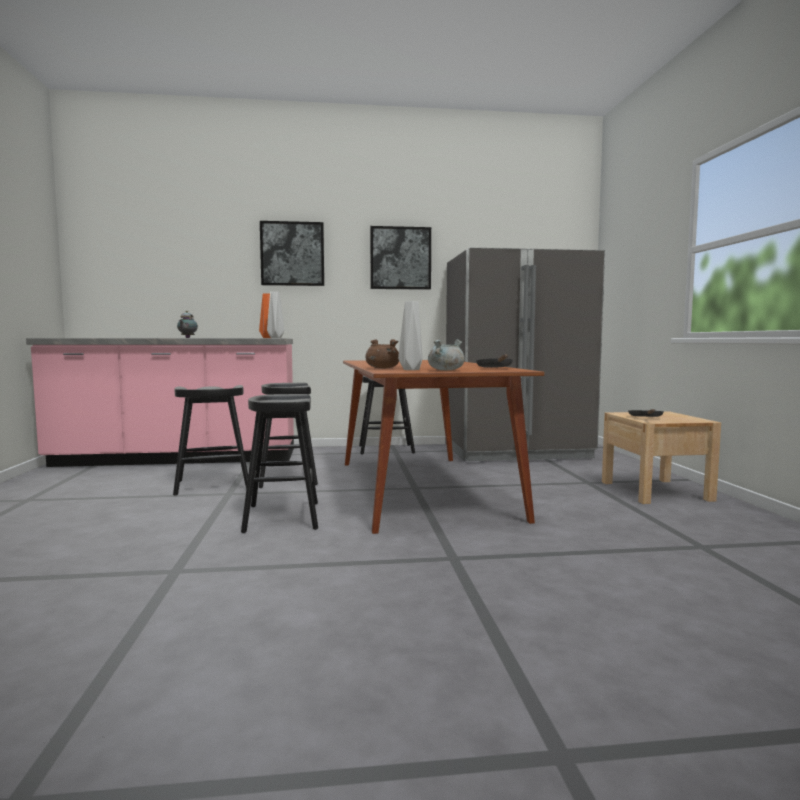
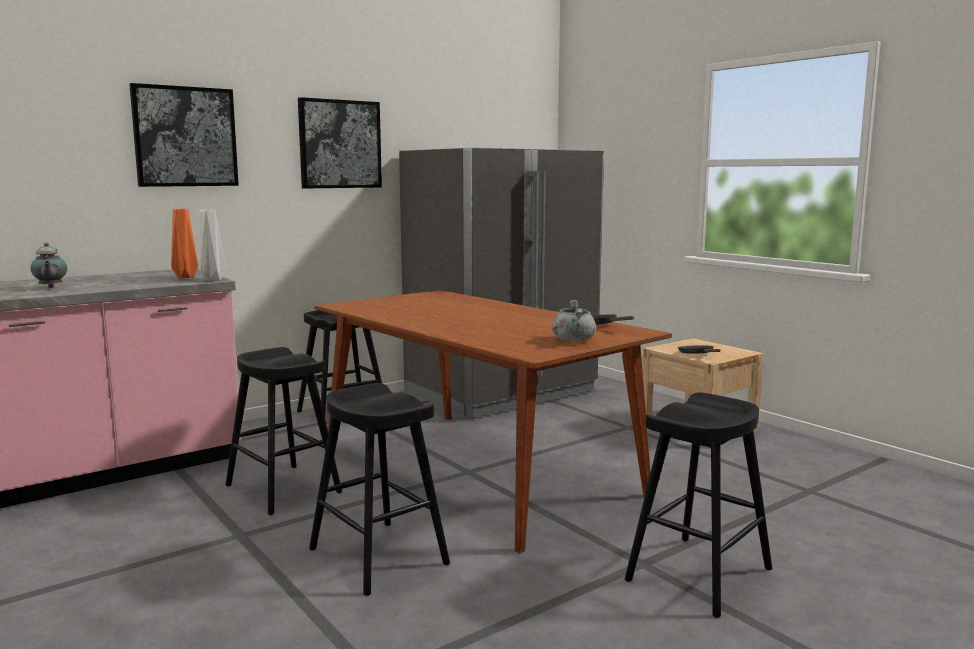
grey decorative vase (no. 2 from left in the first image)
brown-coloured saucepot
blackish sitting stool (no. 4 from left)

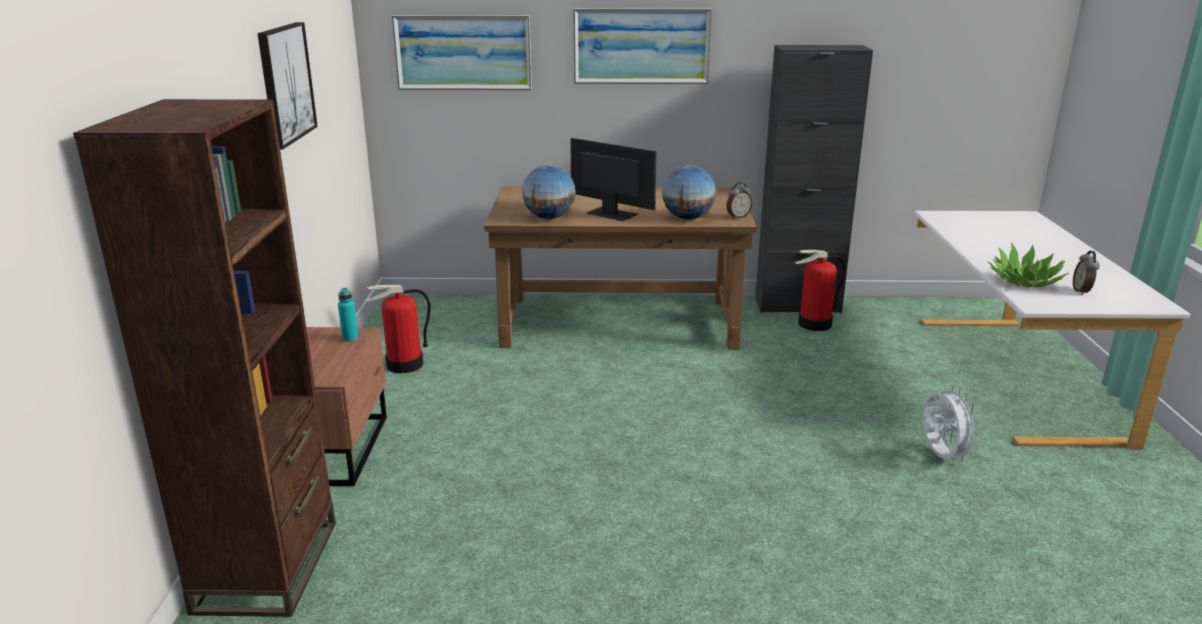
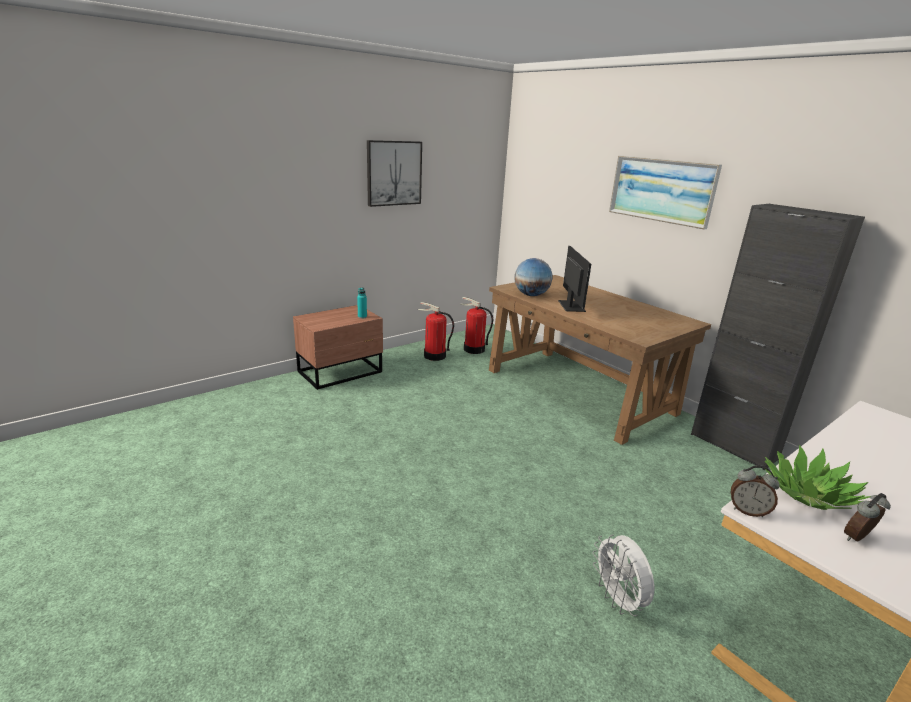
picture (no. 2 from left in the first image)
brown-coloured bookshelf
world globe (no. 2 from left in the first image)
alarm clock (no. 1 from left)
fire-fighting cylinder (no. 2 from left)
whitish cooling fan

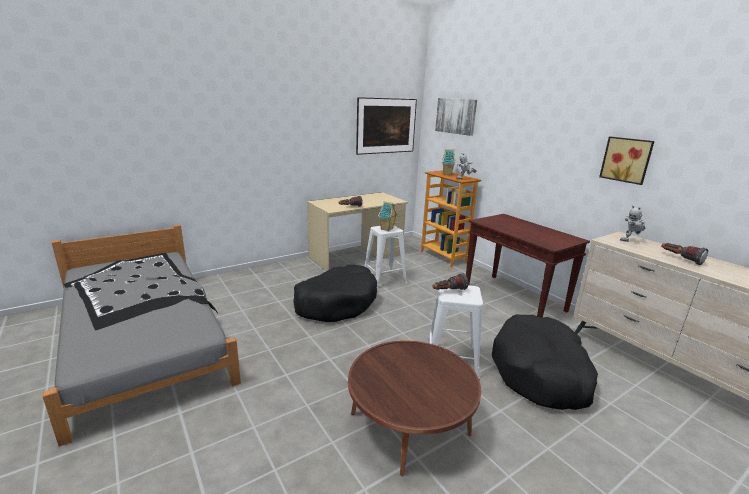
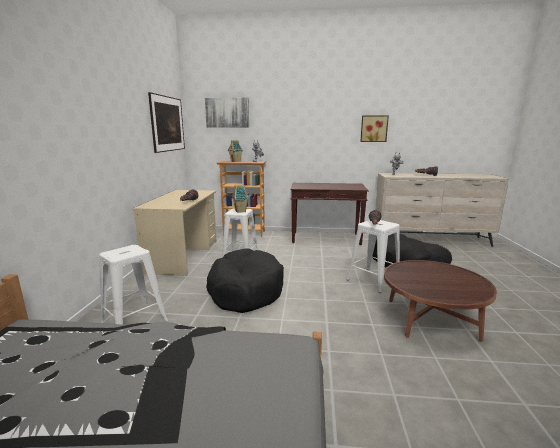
whitish sitting stool (no. 1 from left)

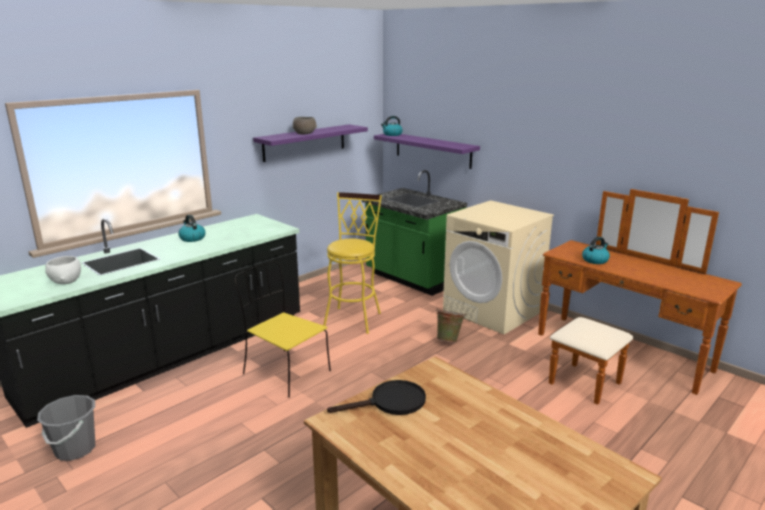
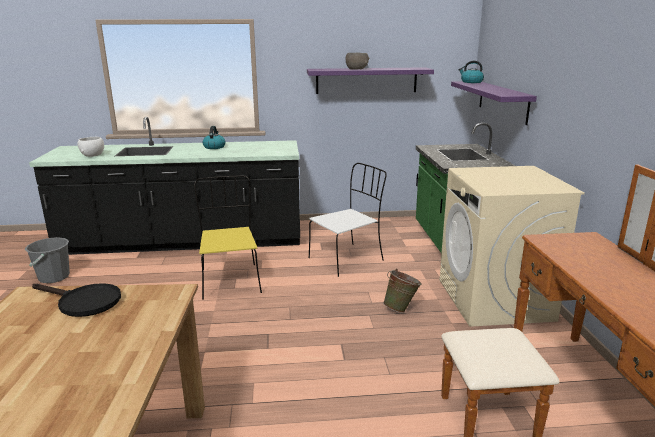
whitish chair
tea kettle (no. 3 from left in the first image)

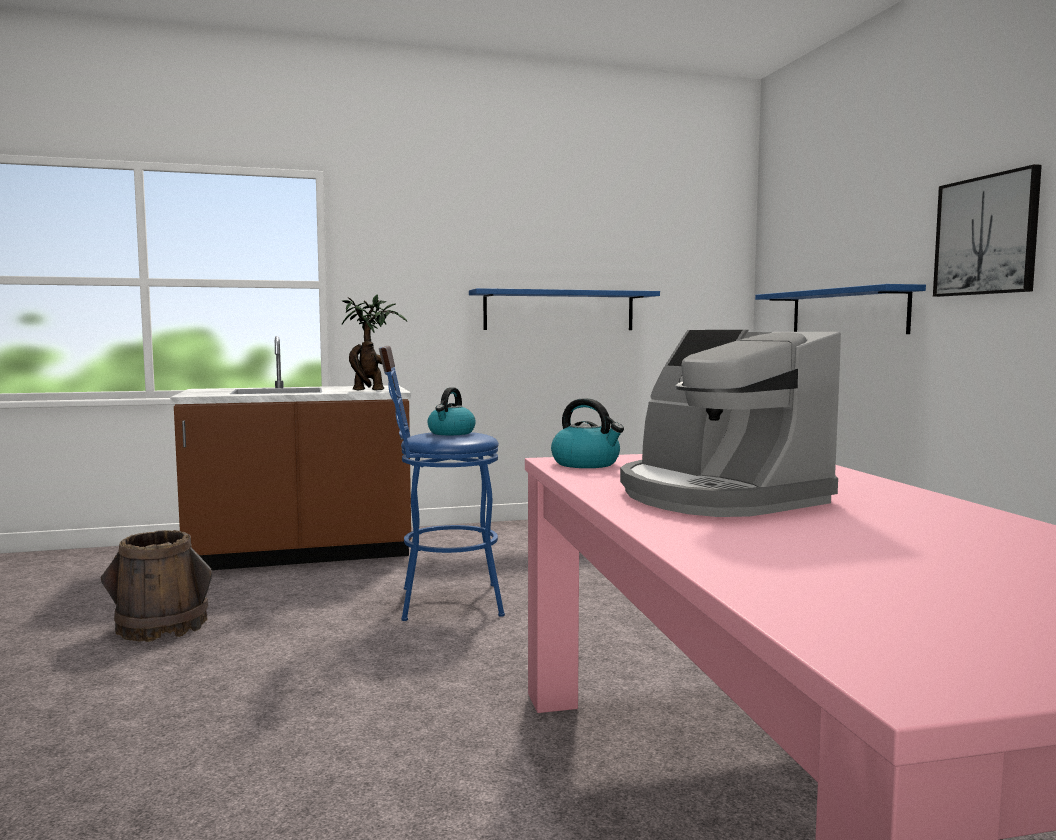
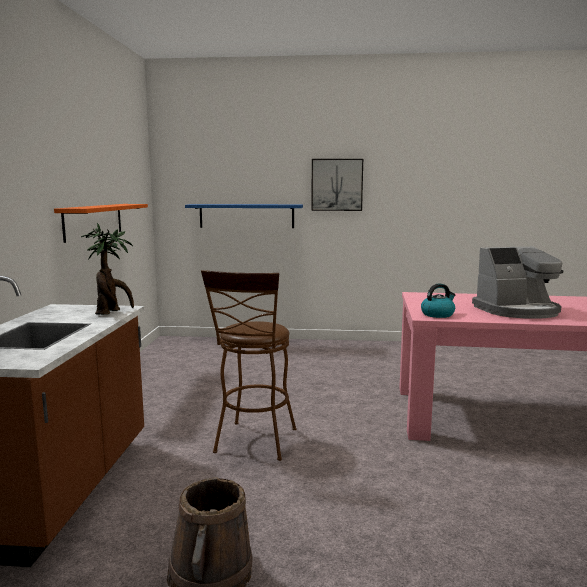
orange shelf
brown-coloured sitting stool
tea kettle (no. 1 from left in the first image)

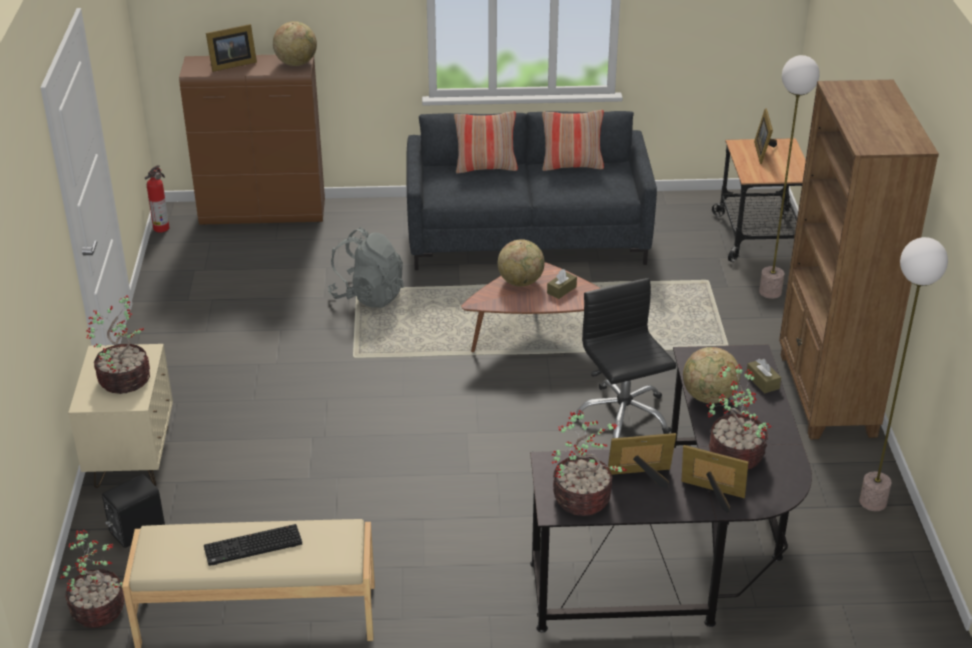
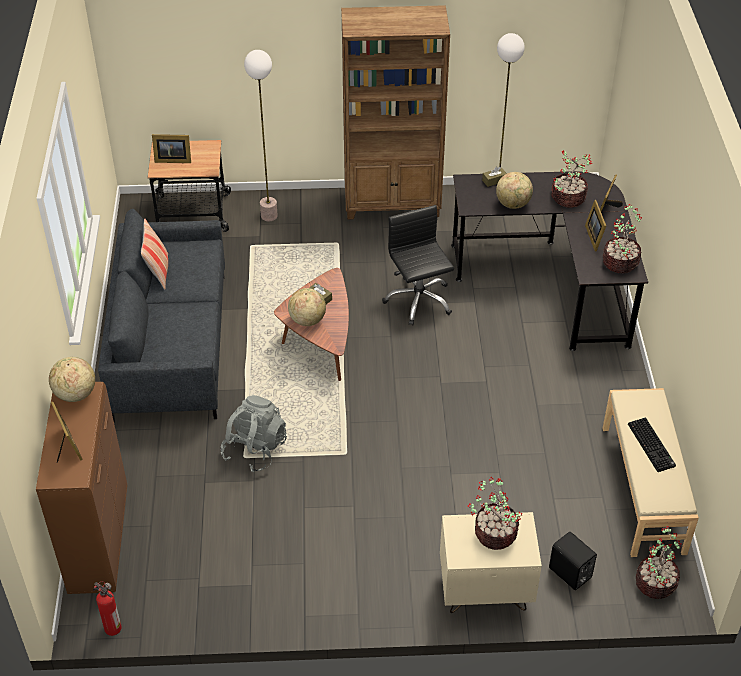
throw pillow (no. 1 from left in the first image)
blackish computer chair

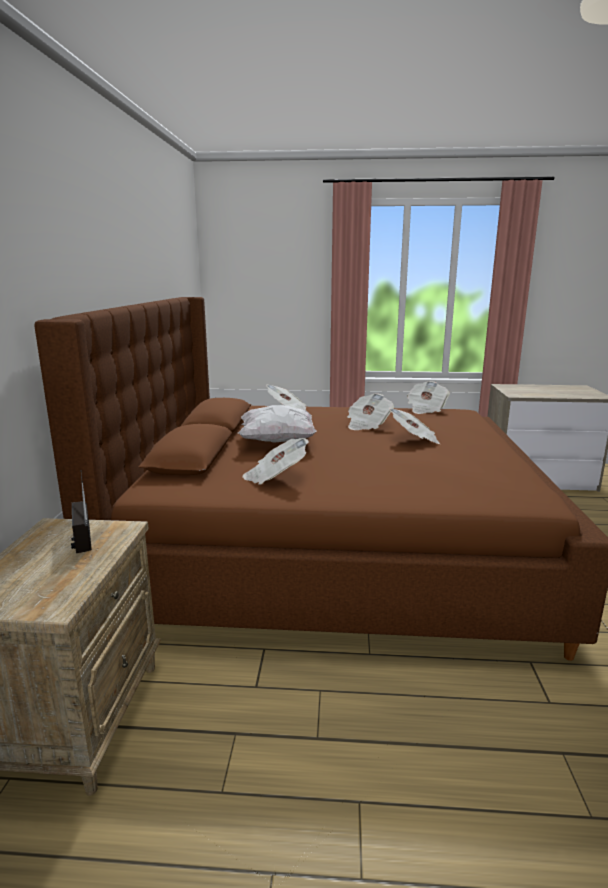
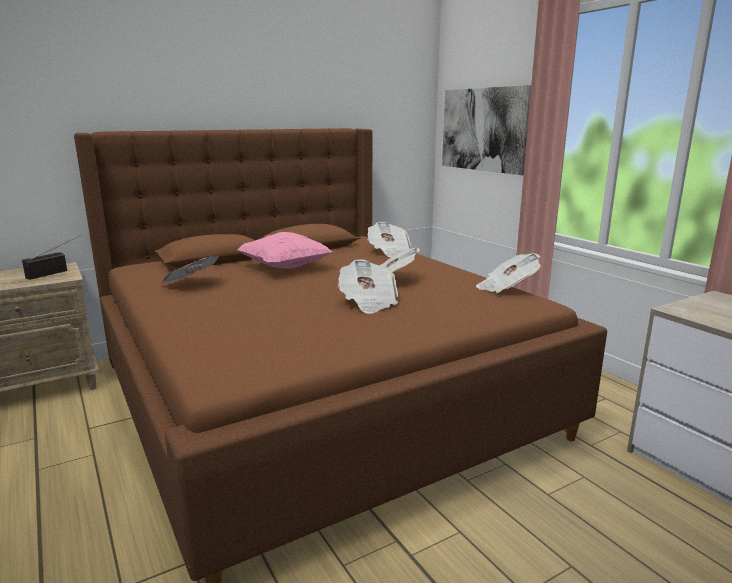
pinkish throw pillow
picture

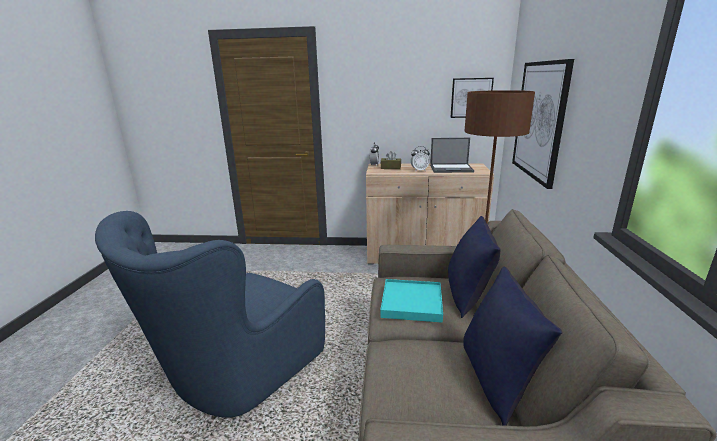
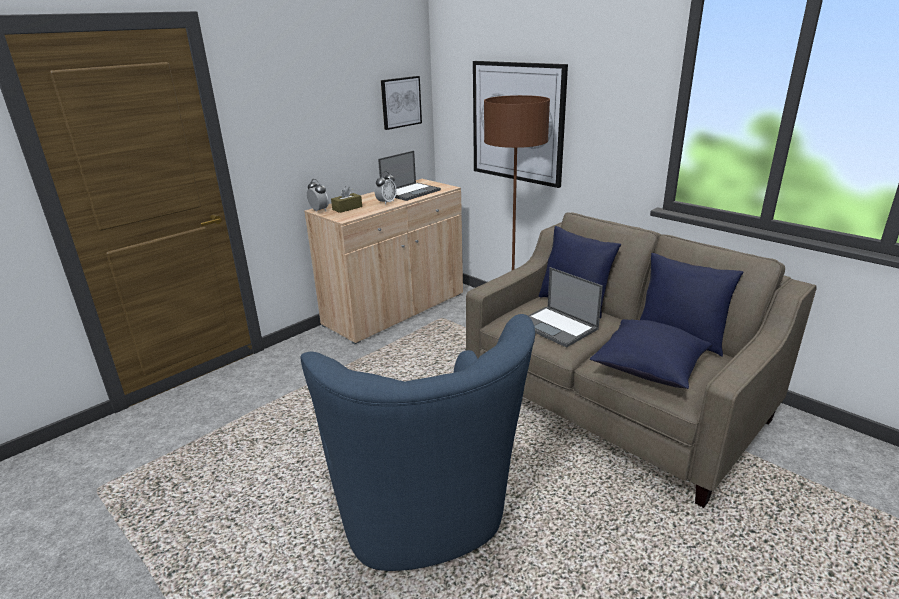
portable computer (no. 2 from left)
bluish throw pillow (no. 2 from left)

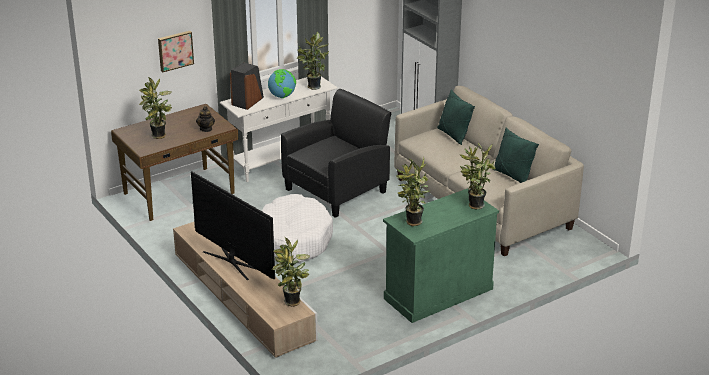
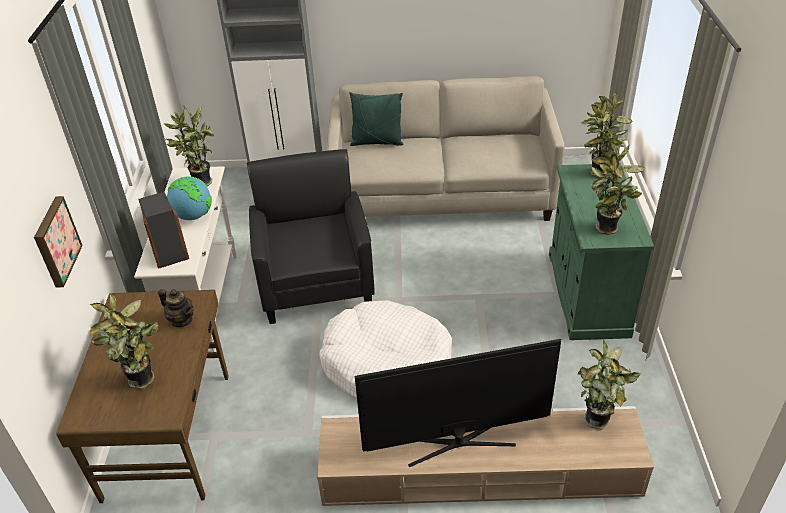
green-coloured throw pillow (no. 2 from left in the first image)

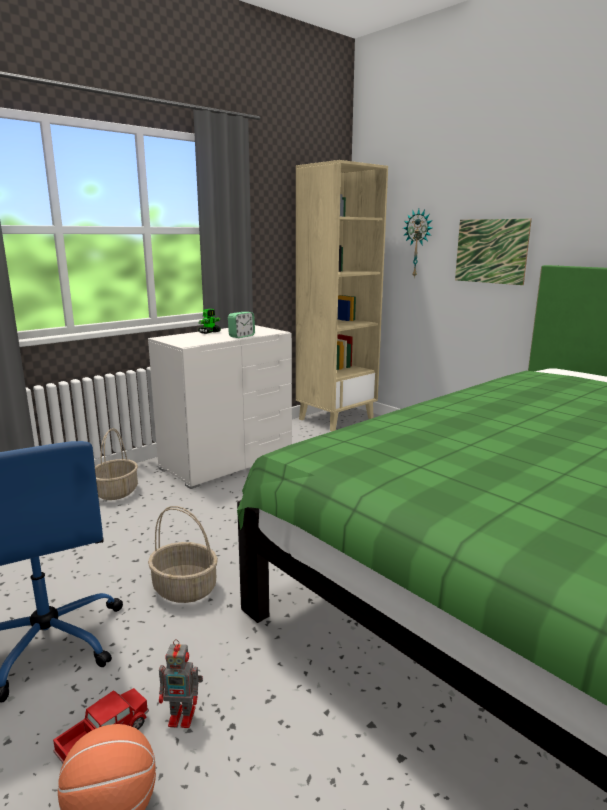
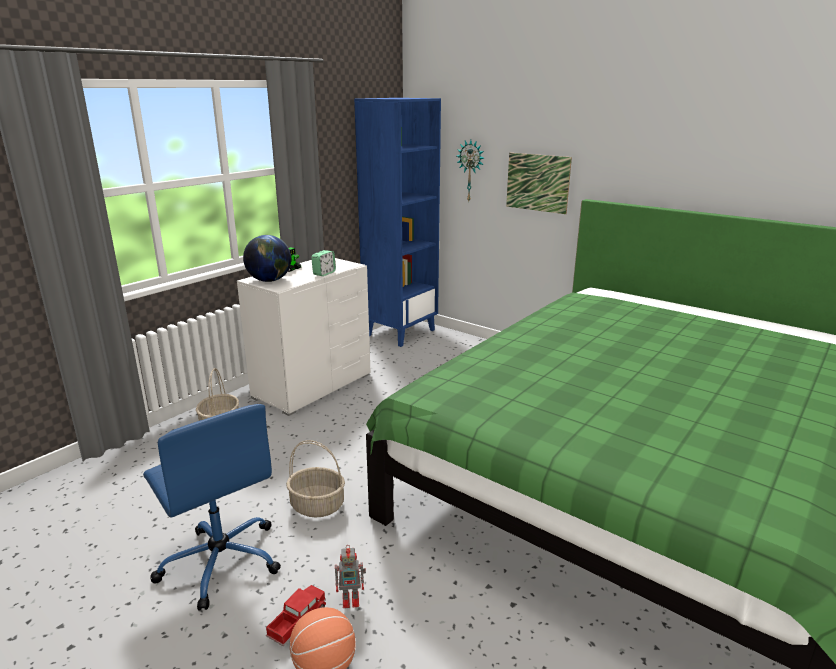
bluish bookshelf
world globe

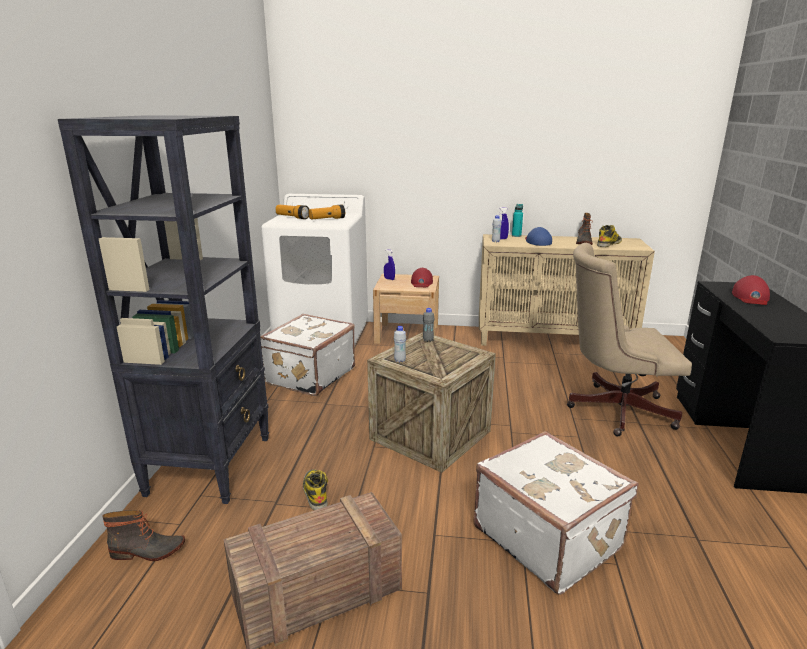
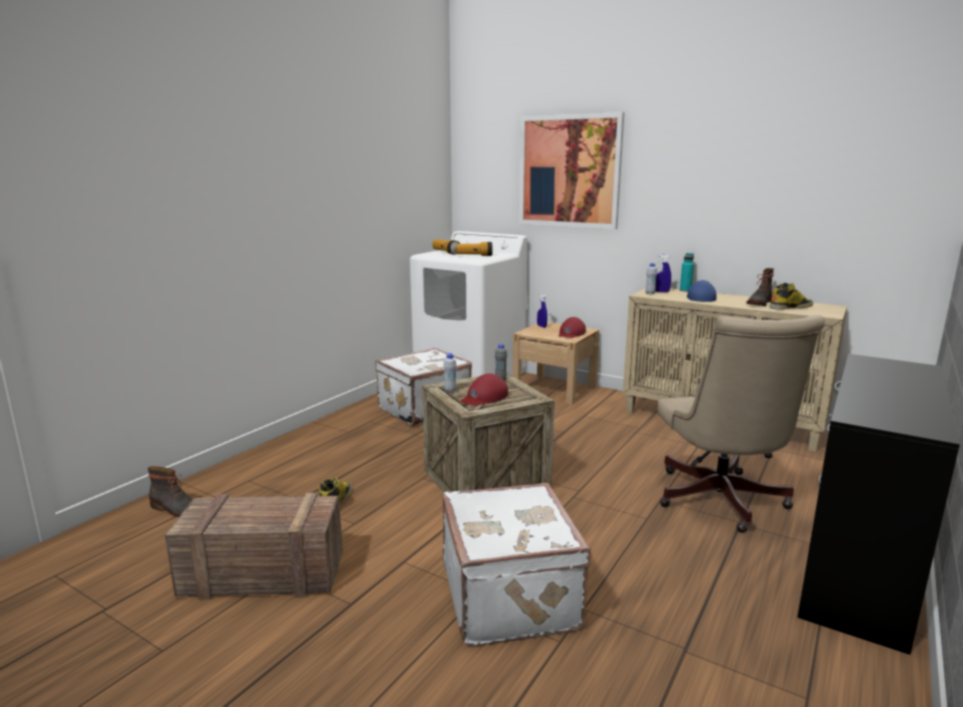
blackish bookshelf
beige computer chair
reddish baseball cap (no. 1 from left)
picture

